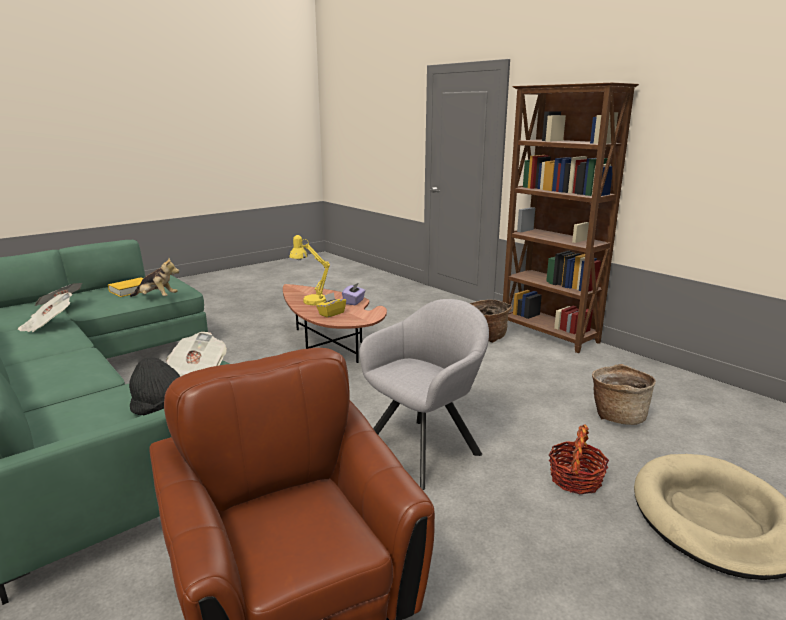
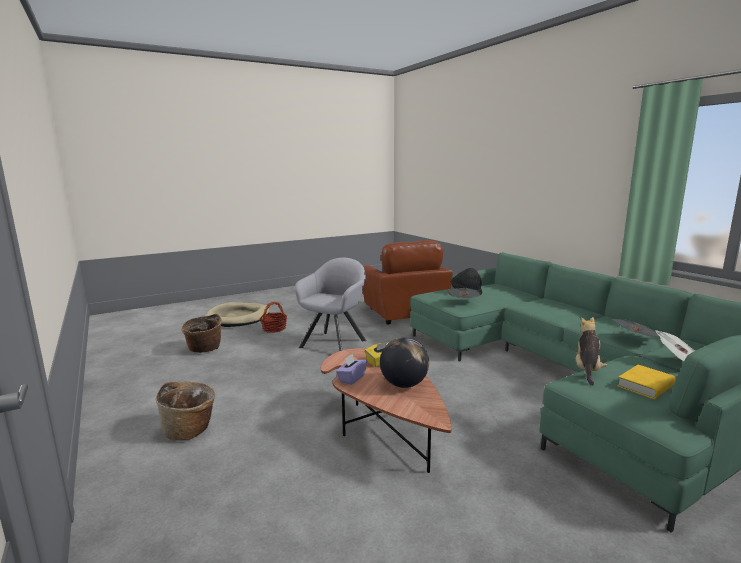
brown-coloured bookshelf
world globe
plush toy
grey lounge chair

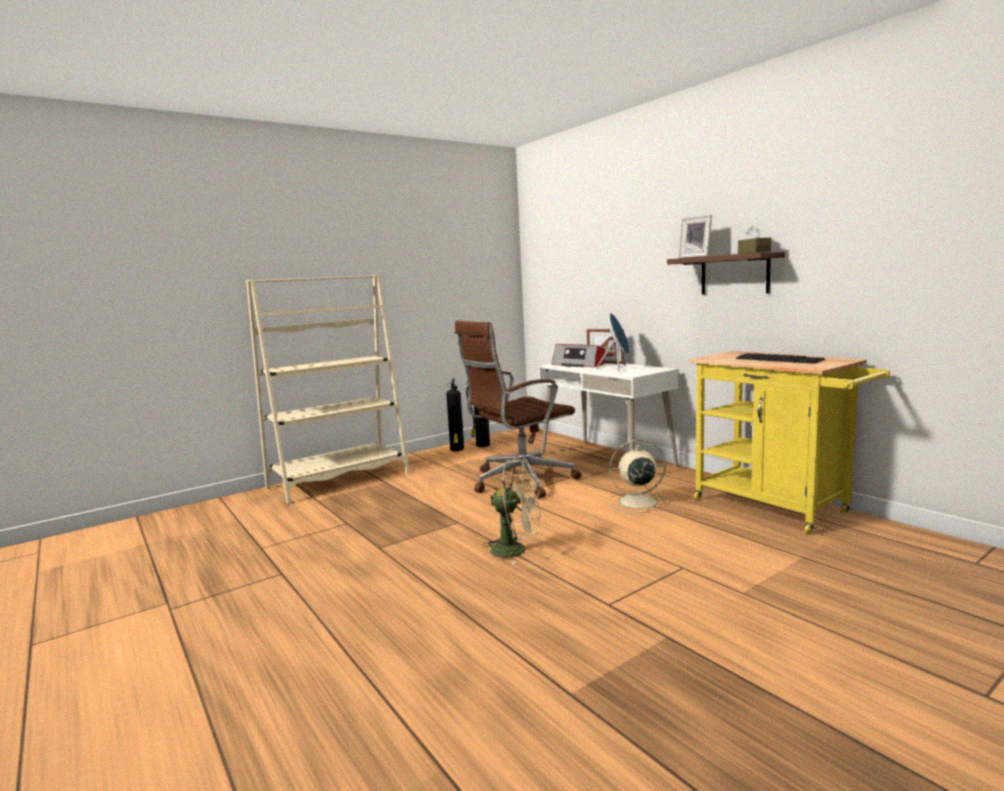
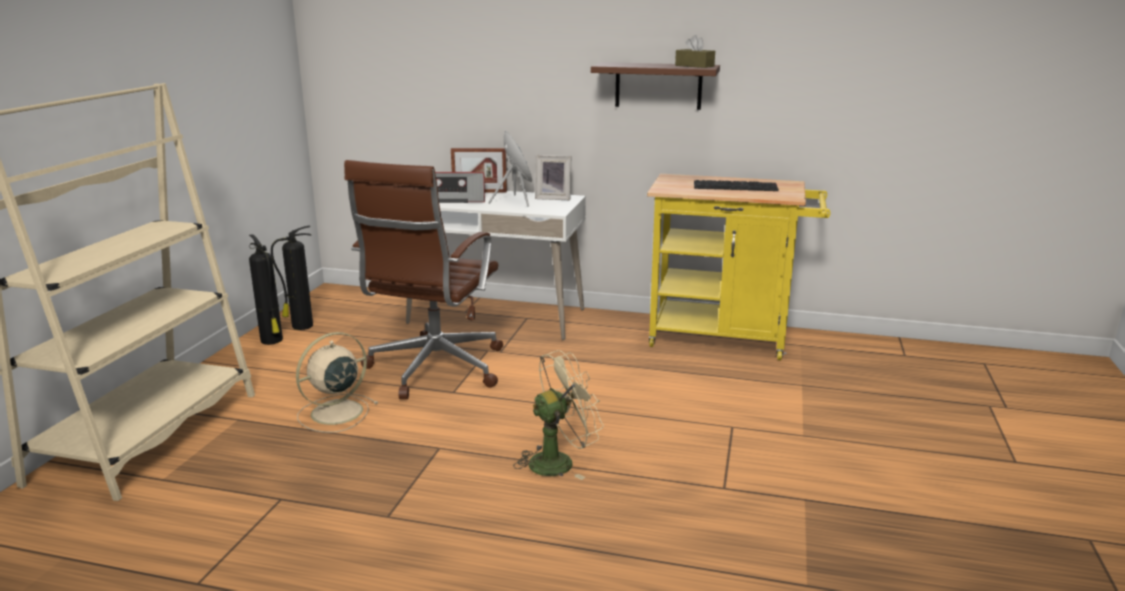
standing frame (no. 2 from left)
beige cooling fan (no. 1 from left)

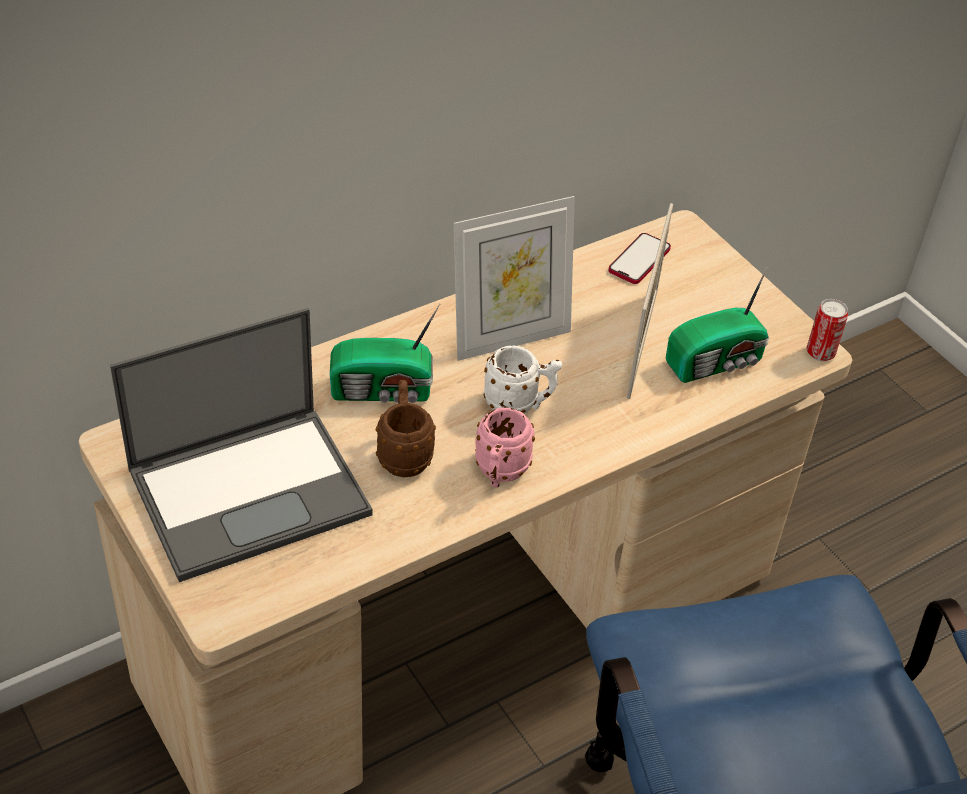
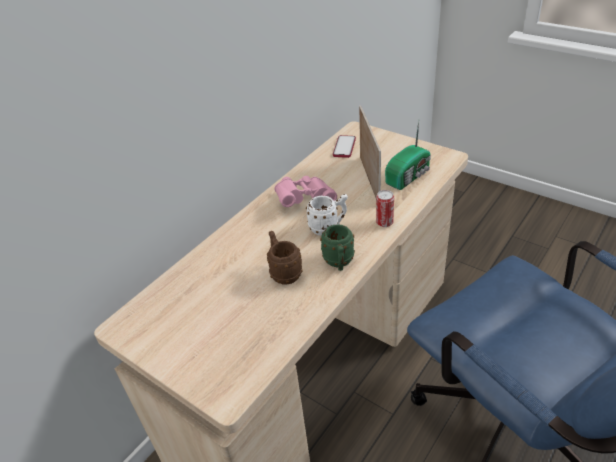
pinkish binoculars
sealed can
radio receiver (no. 1 from left in the first image)
portable computer
green-coloured mug

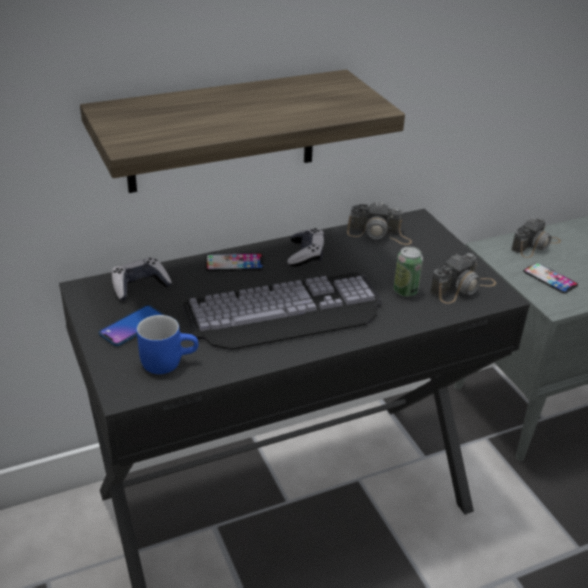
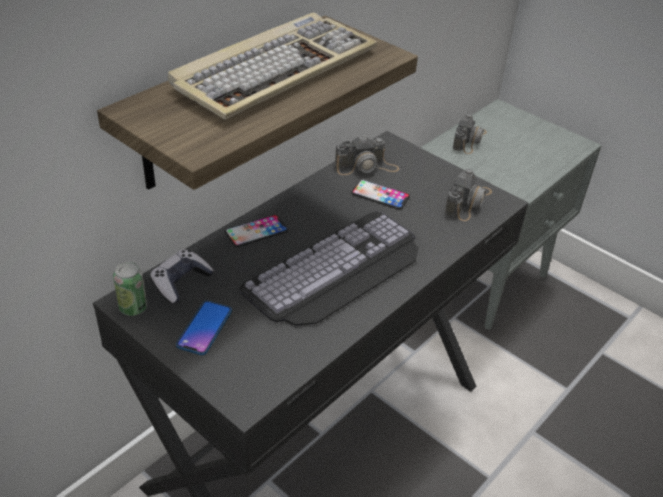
joypad (no. 2 from left in the first image)
sealed can
telephone (no. 3 from left)
bluish mug
keyboard (no. 1 from left)

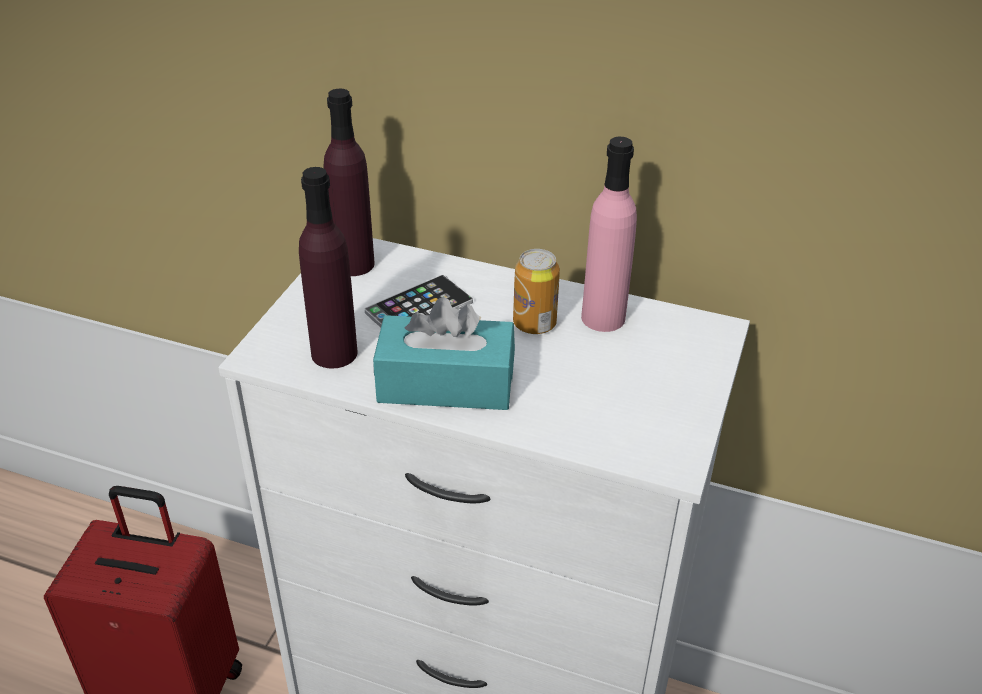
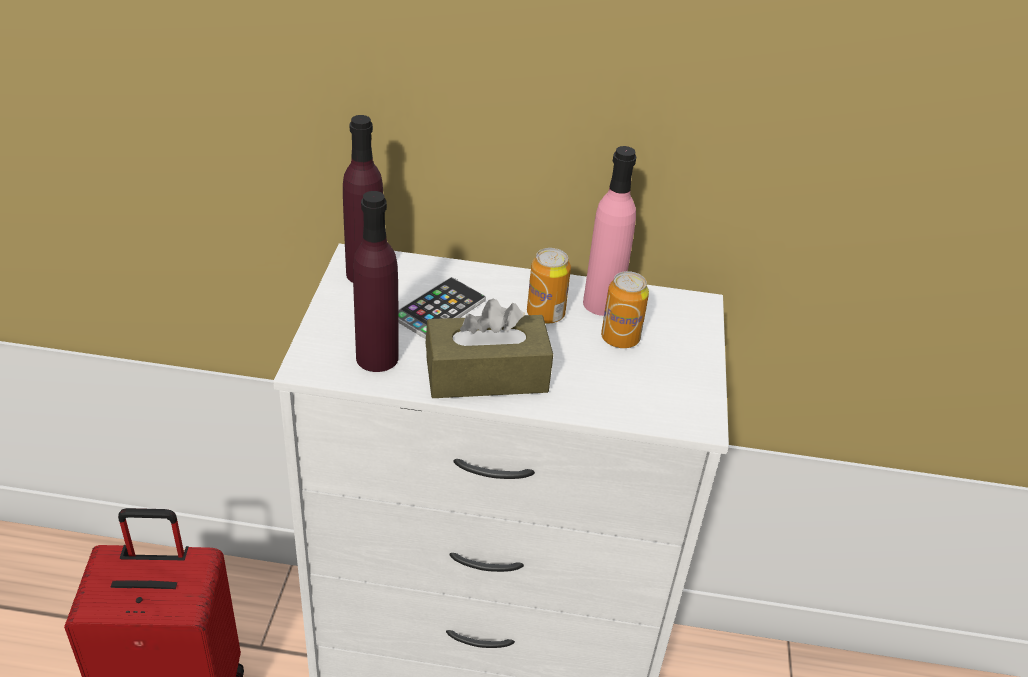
brown-coloured tissue box
sealed can (no. 2 from left)

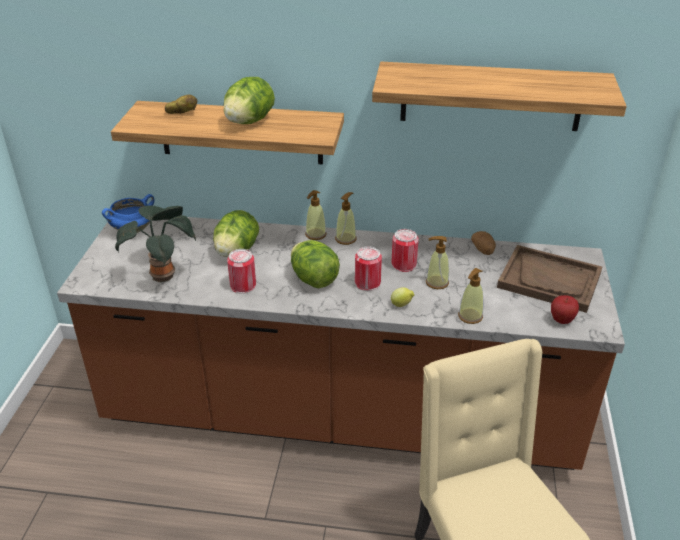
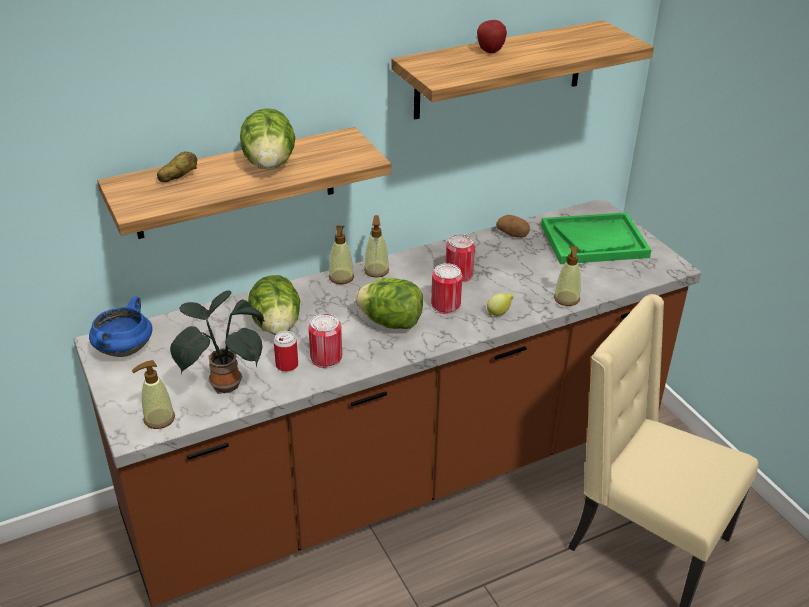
liquid soap bottle (no. 1 from left)
green-coloured serving tray
apple
sealed can (no. 1 from left)

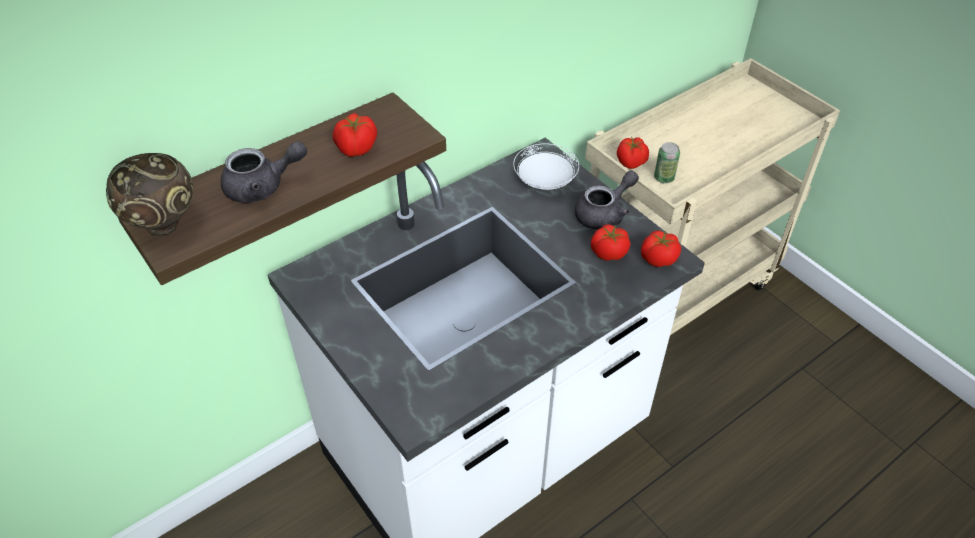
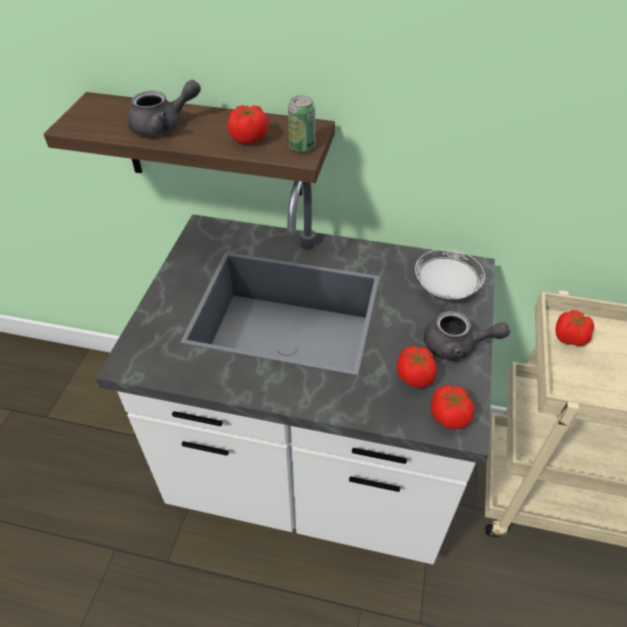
grey tea pot (no. 1 from left)
sealed can
brown-coloured serving bowl

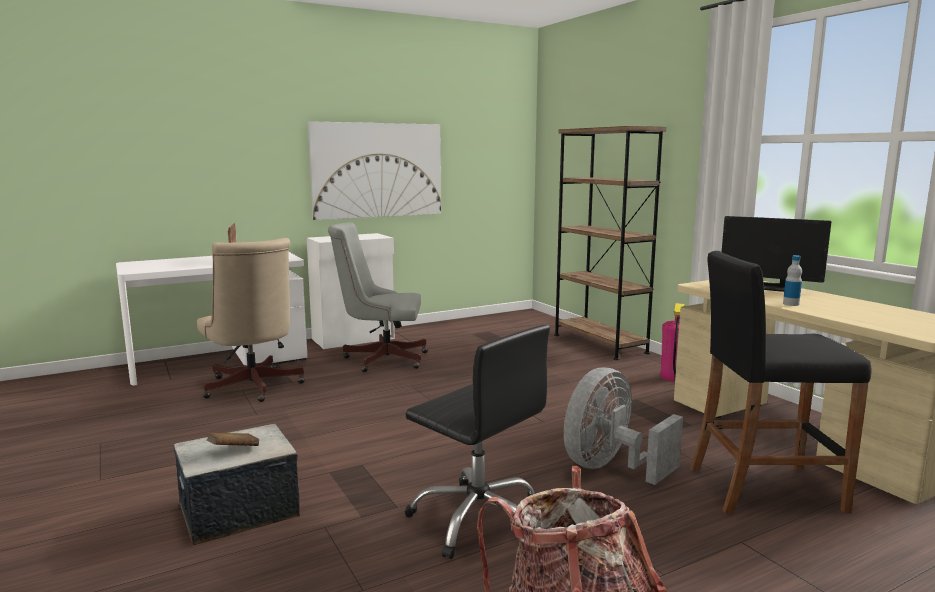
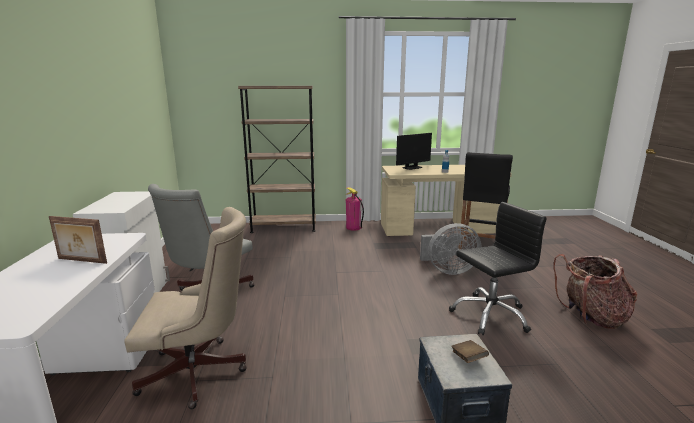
picture
grey cooling fan

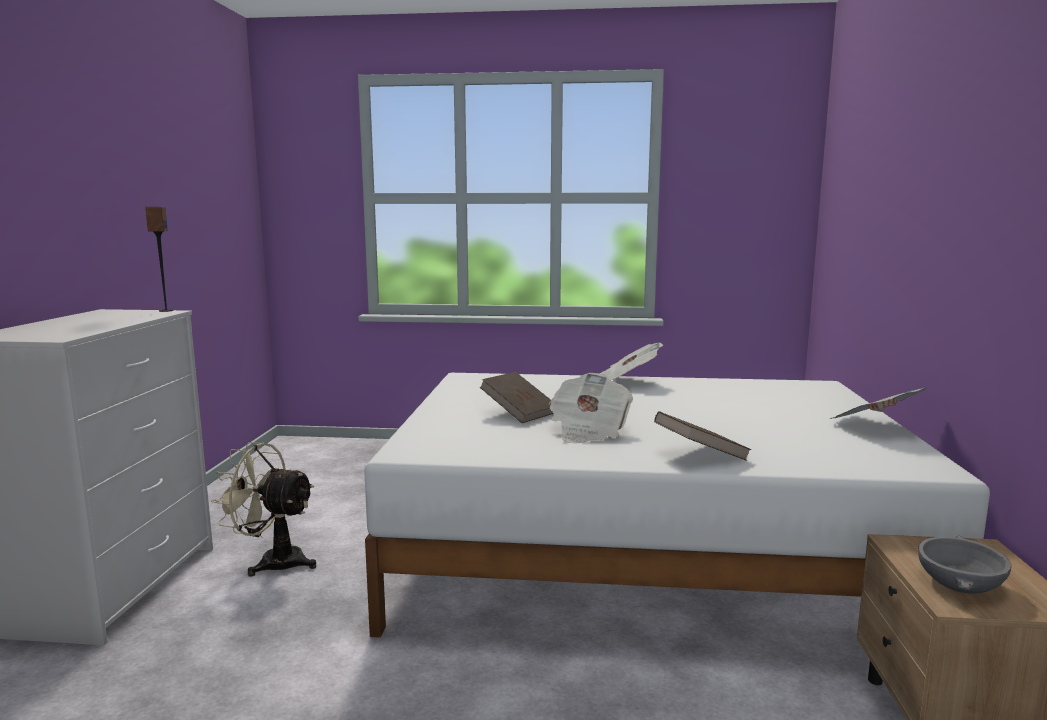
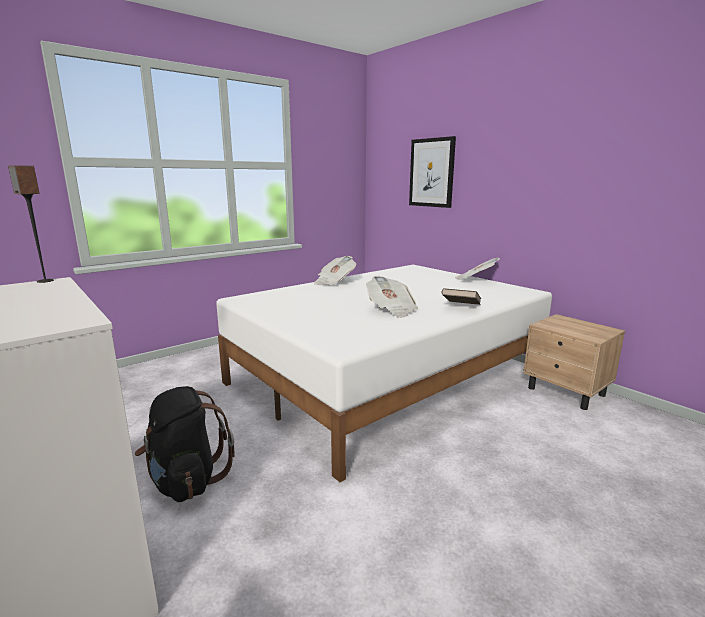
brown-coloured bound book (no. 1 from left in the first image)
blackish backpack
grey serving bowl
picture

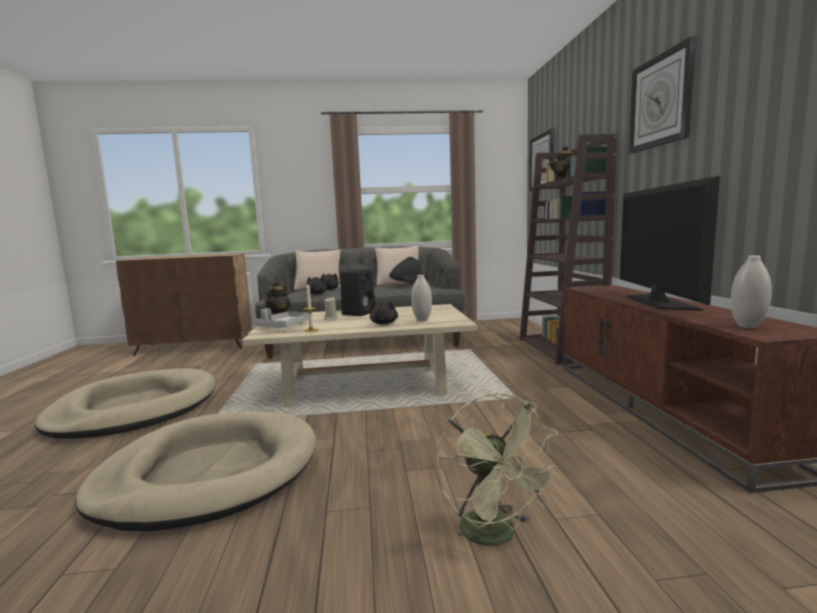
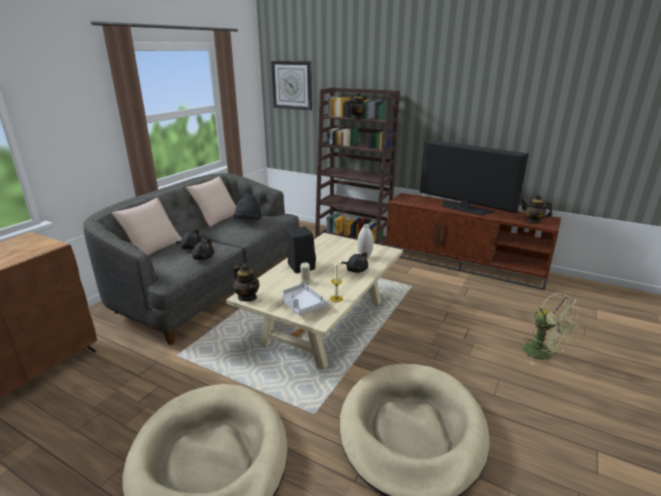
hanging clock (no. 2 from left in the first image)
tea pot (no. 3 from left)
green-coloured cooling fan

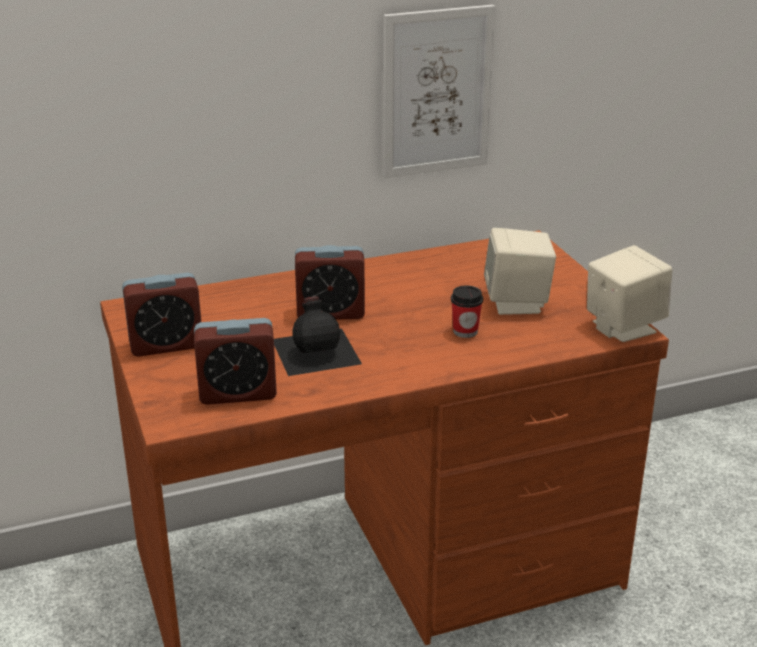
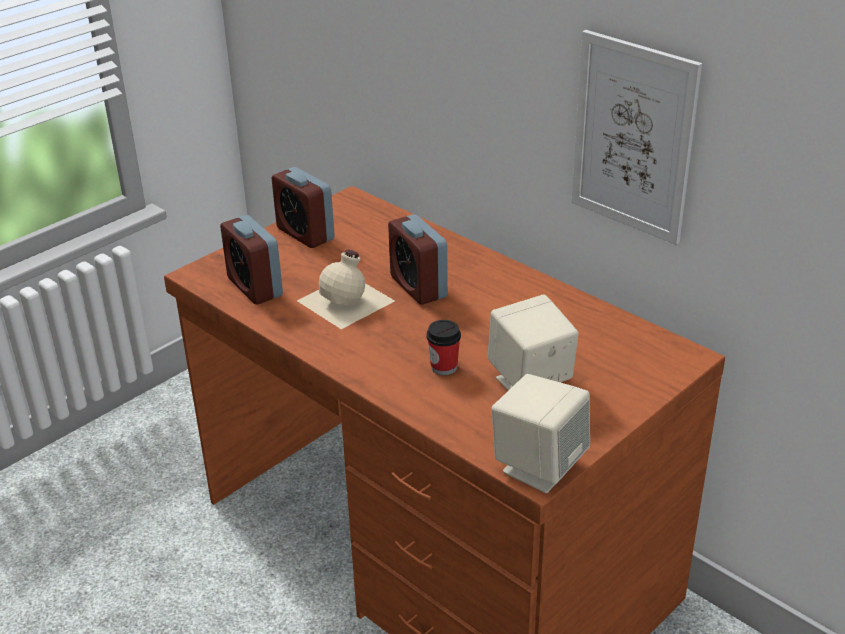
beige drink bottle

